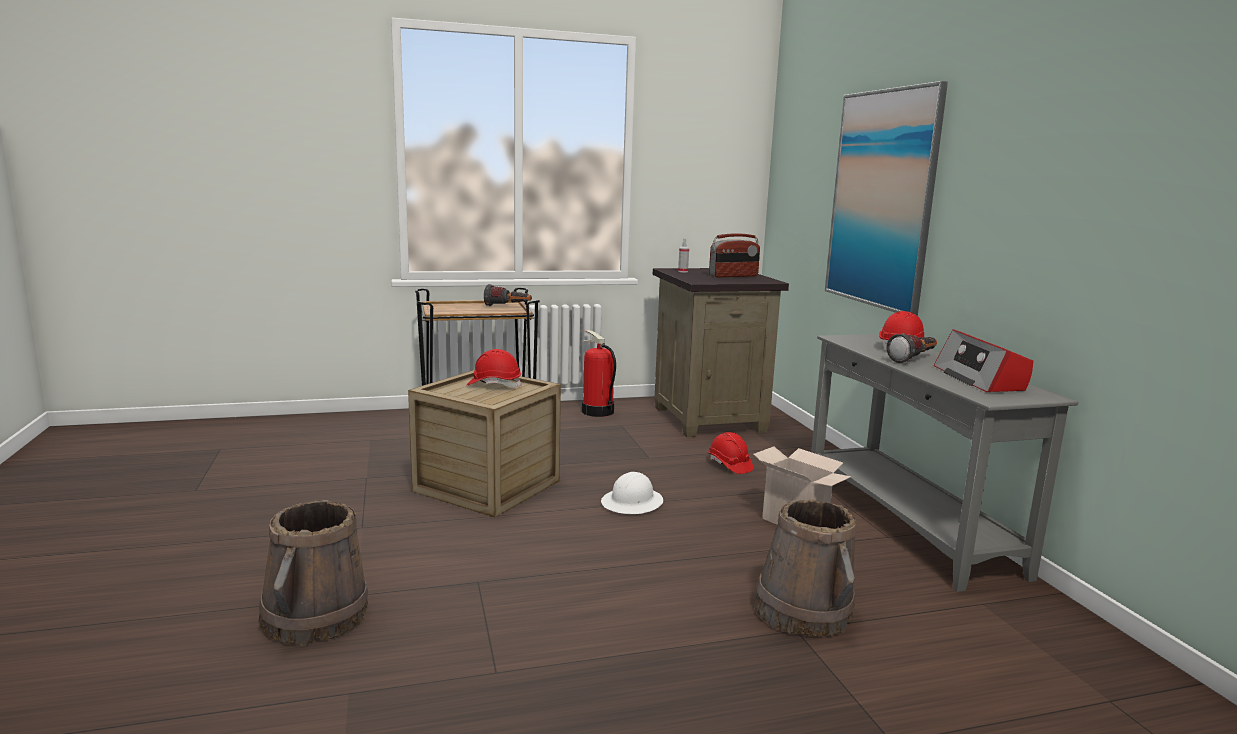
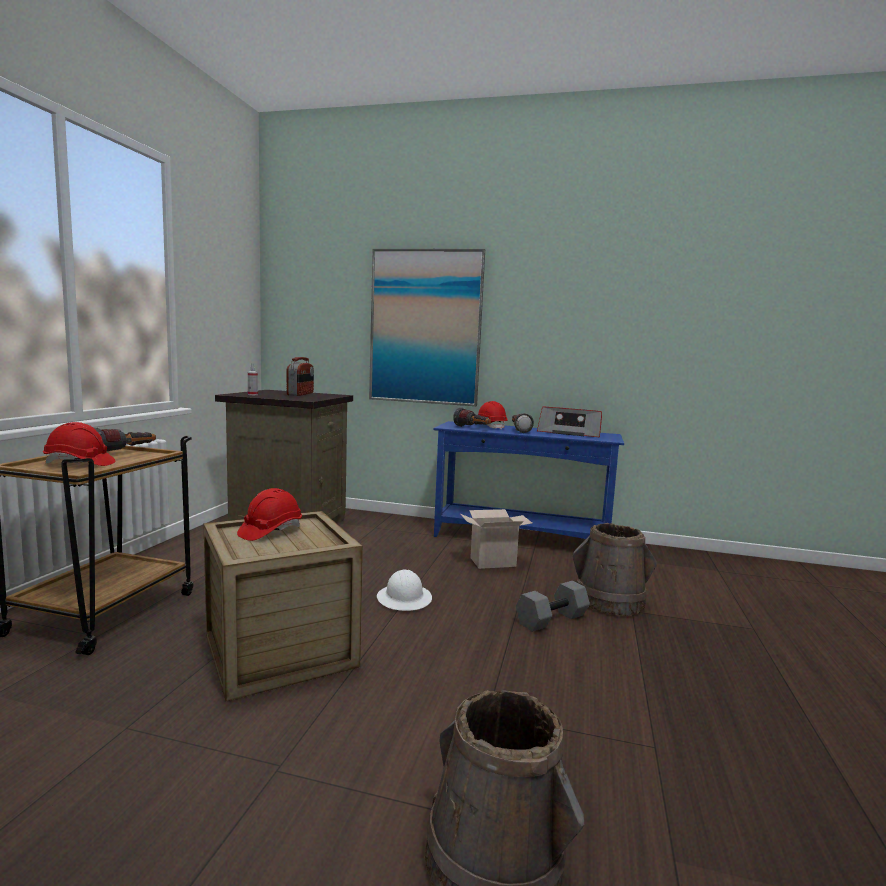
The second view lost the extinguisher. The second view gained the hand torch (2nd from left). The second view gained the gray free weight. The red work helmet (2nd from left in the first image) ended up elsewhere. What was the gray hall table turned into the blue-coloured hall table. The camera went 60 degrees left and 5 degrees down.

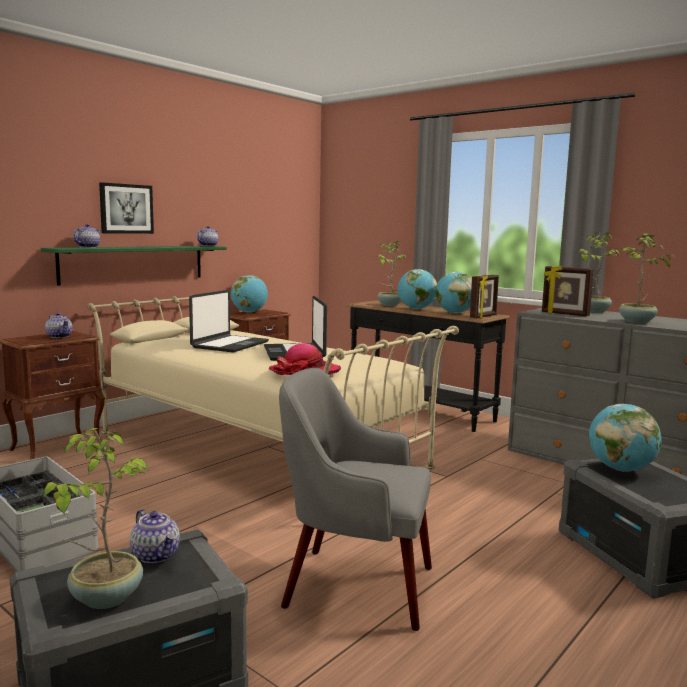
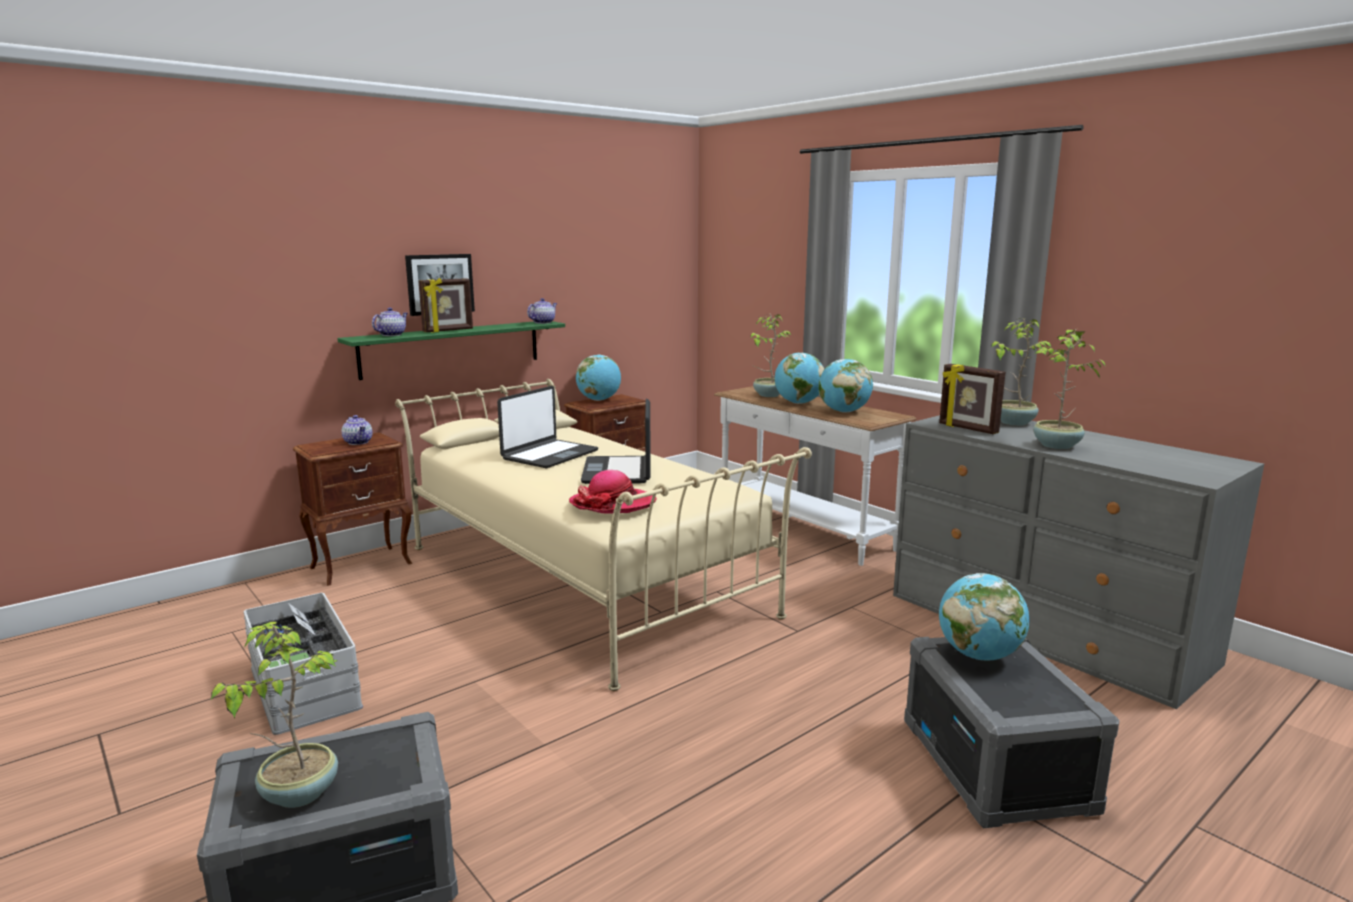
The second view lost the teapot (3rd from left). The second view lost the gray easy chair. The picture frame (1st from left) ended up elsewhere. What was the black hall table turned into the whitish hall table. The camera went 10 degrees right and 5 degrees up.

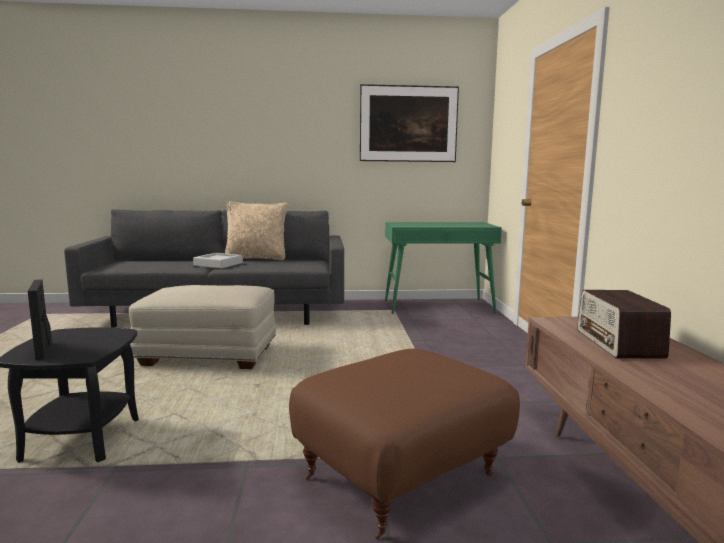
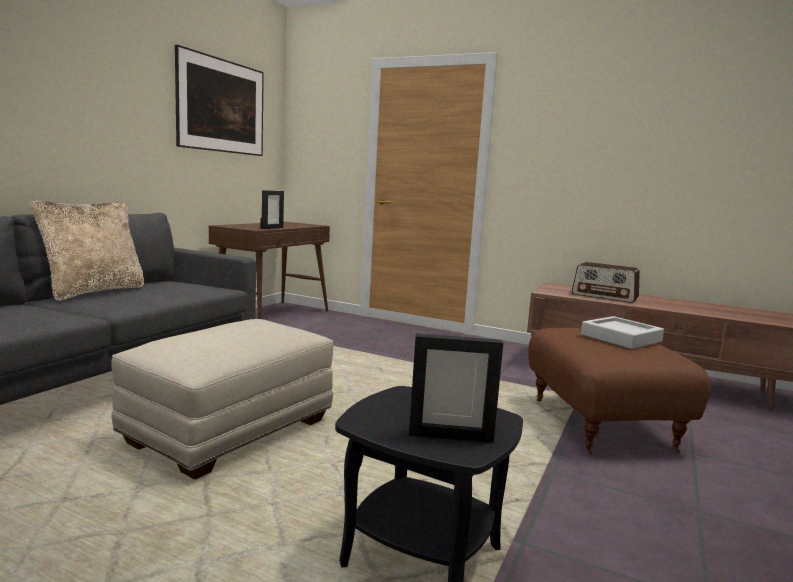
The second view gained the picture frame (1st from left). The gray serving tray ended up elsewhere. What was the green-coloured hall table turned into the brownish hall table. The camera went 60 degrees left and 0 degrees up.

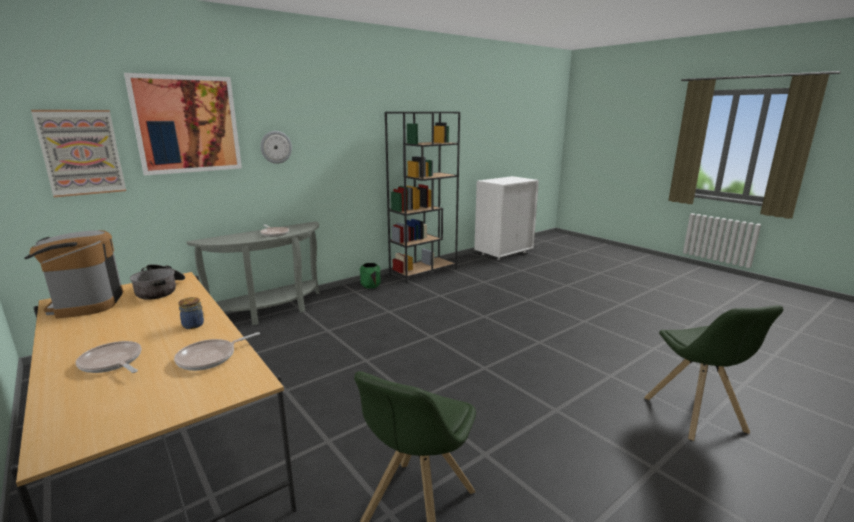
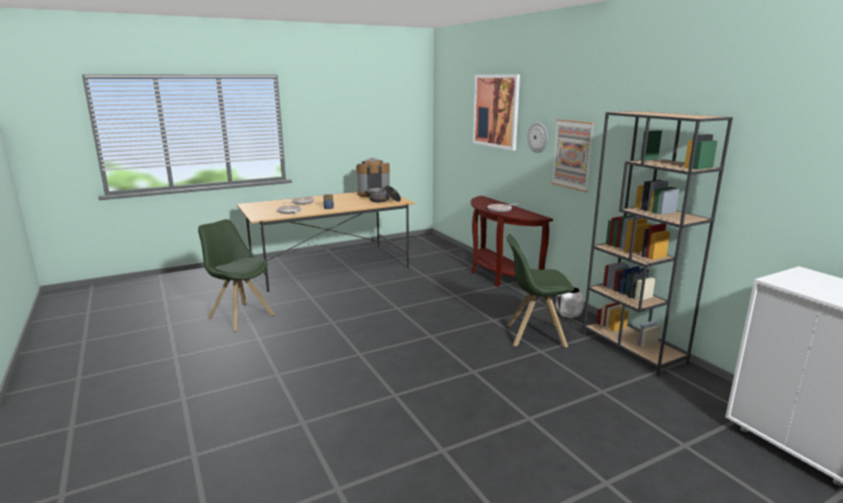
The picture (1st from left in the first image) ended up elsewhere. The green-coloured chair (2nd from left) ended up elsewhere. What was the gray hall table turned into the brownish hall table. What was the green-coloured planter turned into the whitish planter. The camera went 100 degrees right and 0 degrees up.

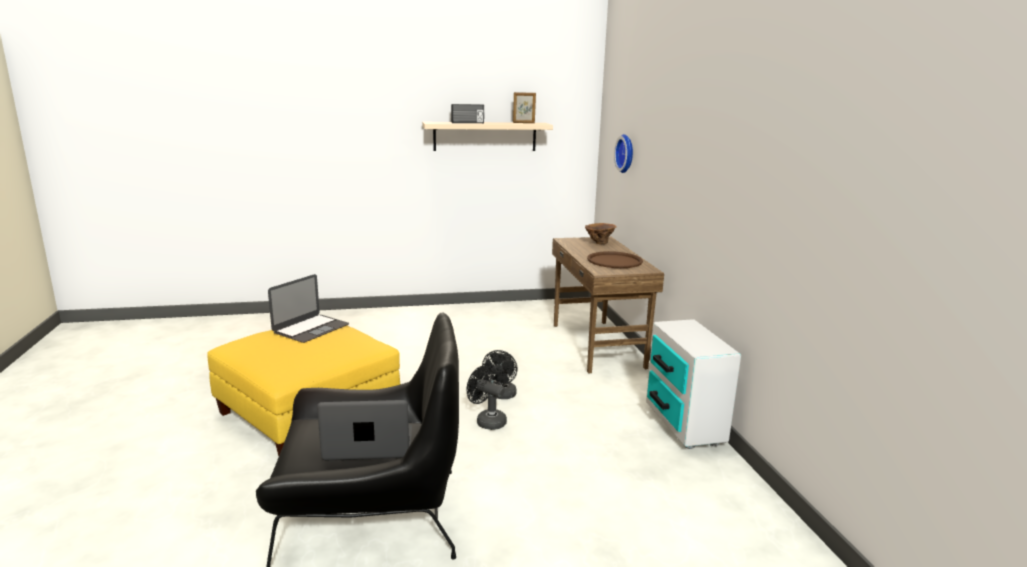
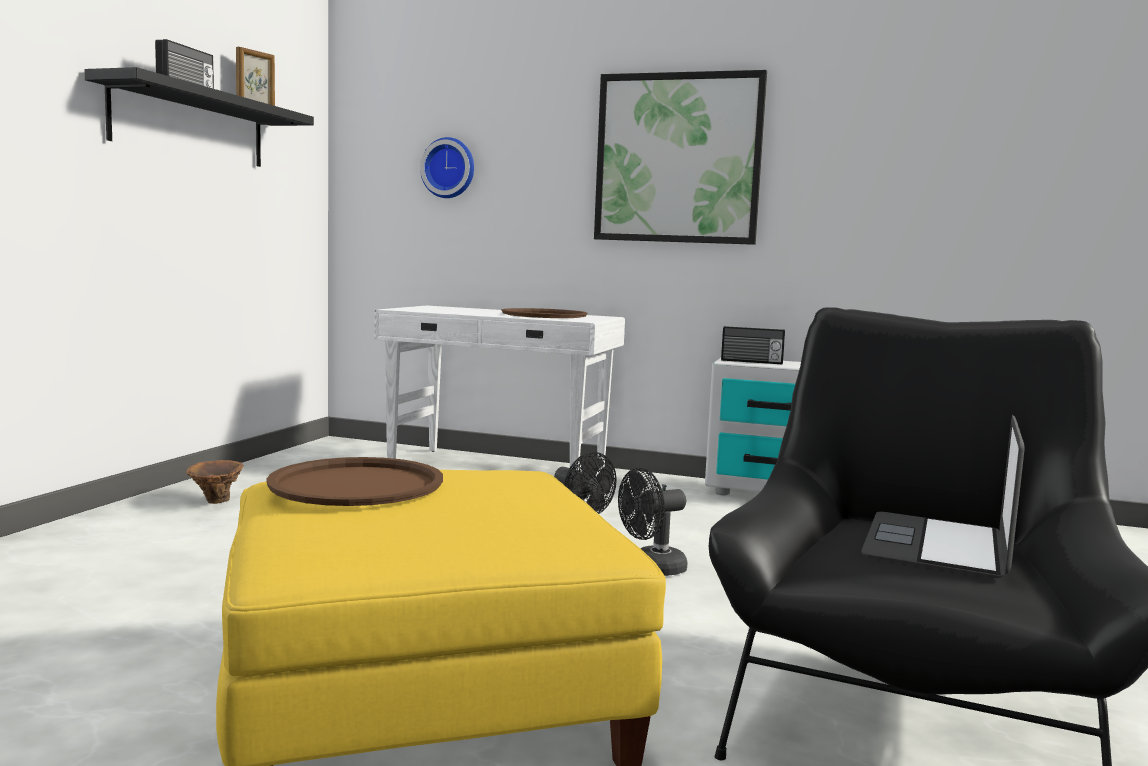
The second view gained the picture. The second view gained the radio (2nd from left). The brownish flower vase ended up elsewhere. Where the notebook computer (1st from left) stood, the brownish serving tray (1st from left) came to stand. What was the beige-coloured wall shelf turned into the black wall shelf. What was the brownish hall table turned into the whitish hall table. The camera went 60 degrees left and 10 degrees down.

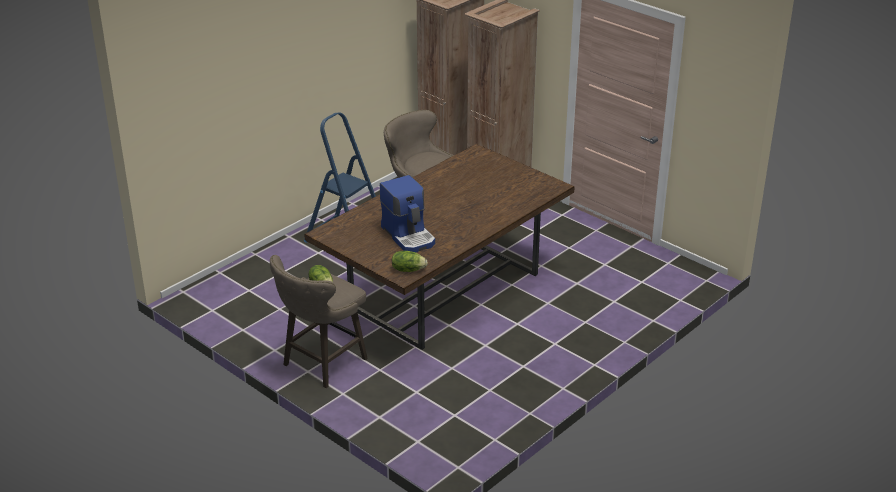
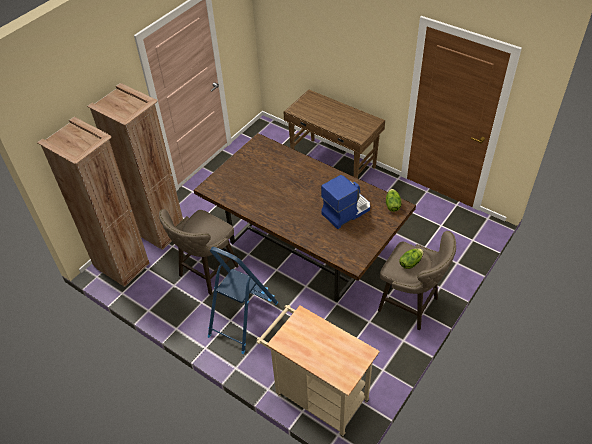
The second view gained the beige-coloured wheeled cart. The second view gained the brownish hall table. The camera went 95 degrees left and 15 degrees up.

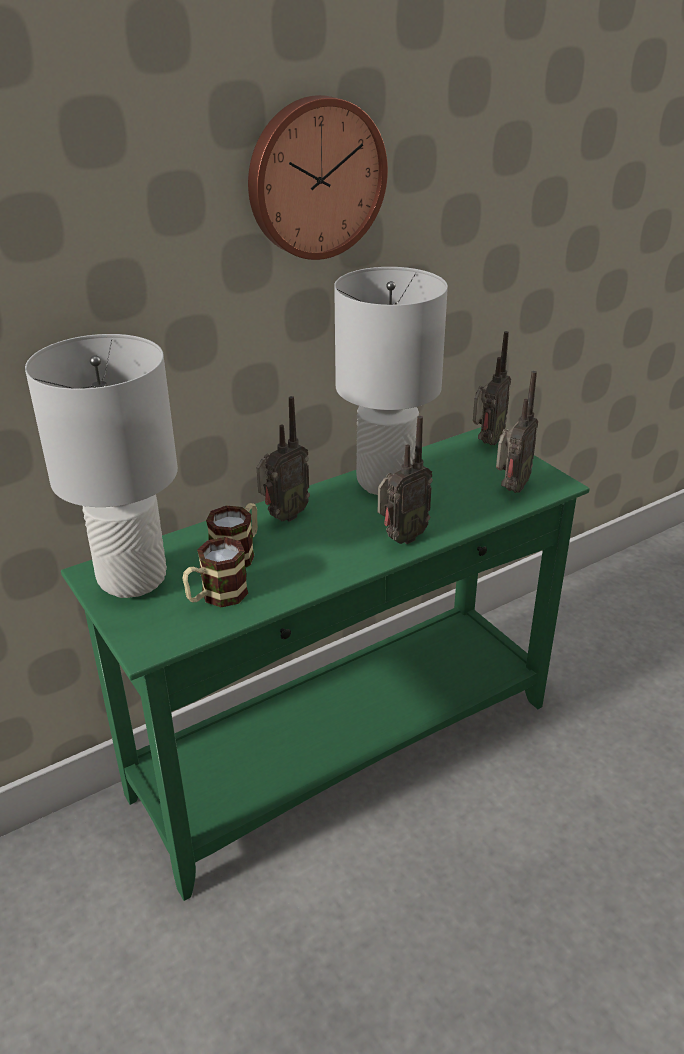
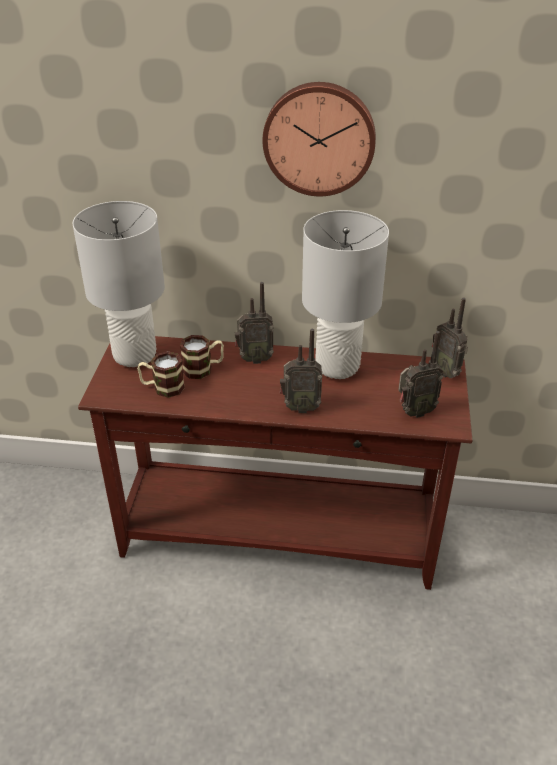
What was the green-coloured hall table turned into the brownish hall table. The radio (3rd from left in the first image) ended up facing another way, 75 degrees clockwise from before. The camera went 40 degrees right and 5 degrees up.

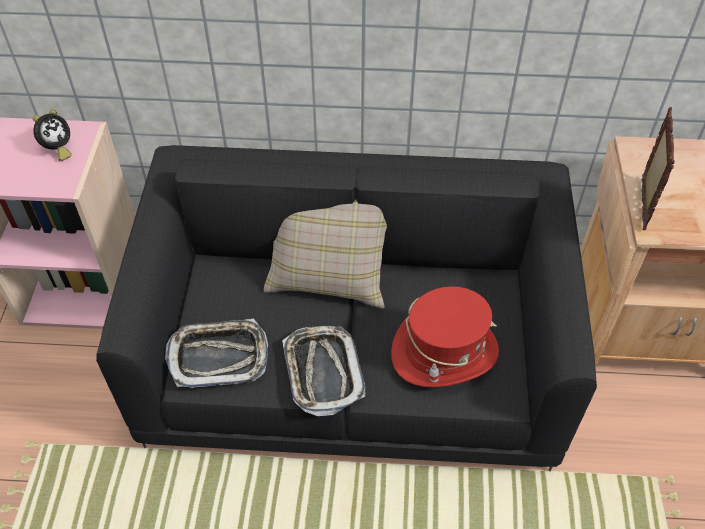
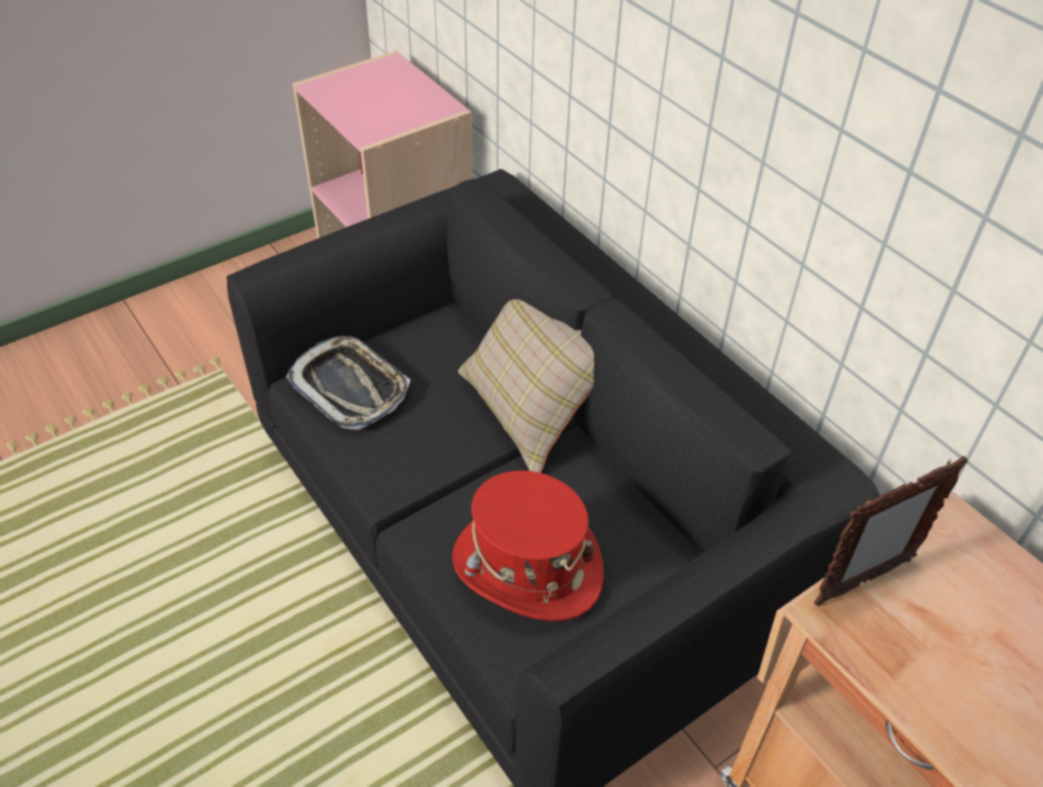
The second view lost the alarm clock. The second view lost the serving tray (2nd from left). The camera went 50 degrees right and 5 degrees down.

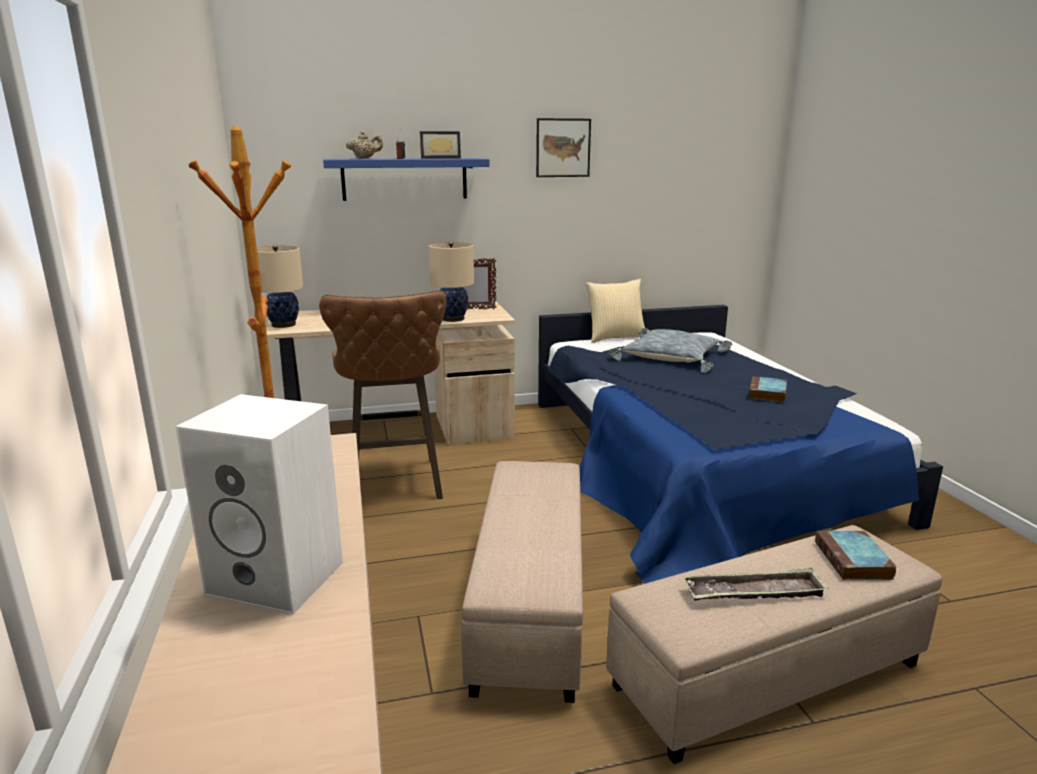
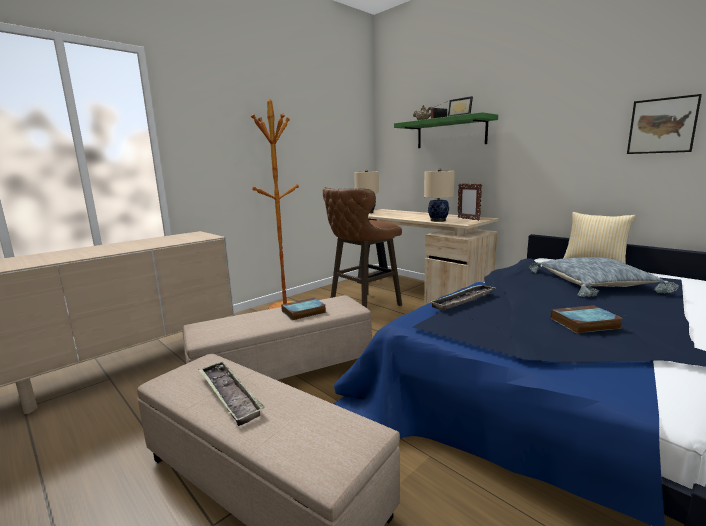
The second view lost the whitish speaker. The second view gained the serving tray (2nd from left). The picture ended up elsewhere. The bound book (2nd from left in the first image) ended up elsewhere. What was the blue-coloured wall shelf turned into the green-coloured wall shelf. The camera went 60 degrees right and 5 degrees down.

